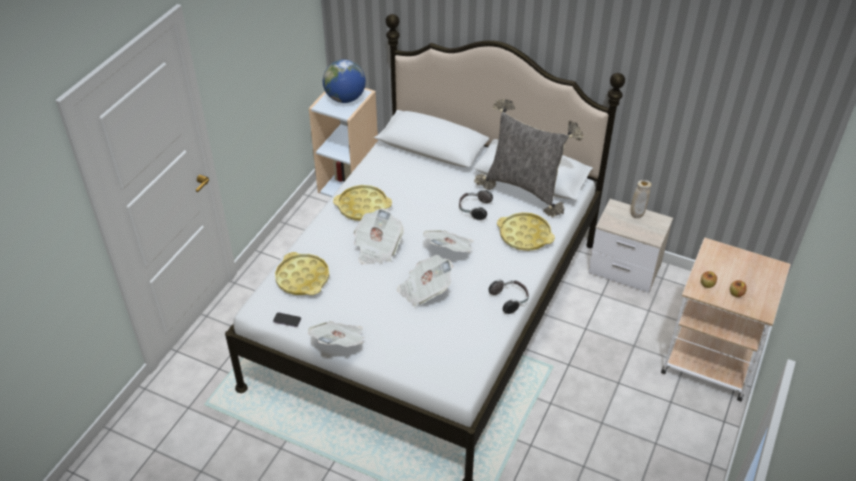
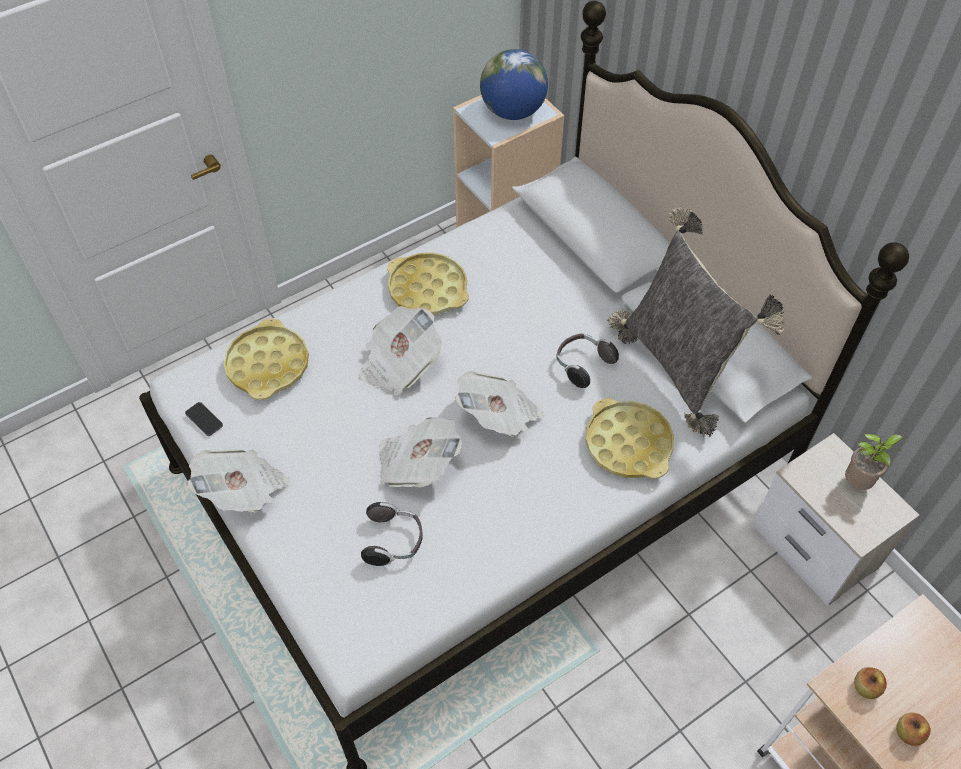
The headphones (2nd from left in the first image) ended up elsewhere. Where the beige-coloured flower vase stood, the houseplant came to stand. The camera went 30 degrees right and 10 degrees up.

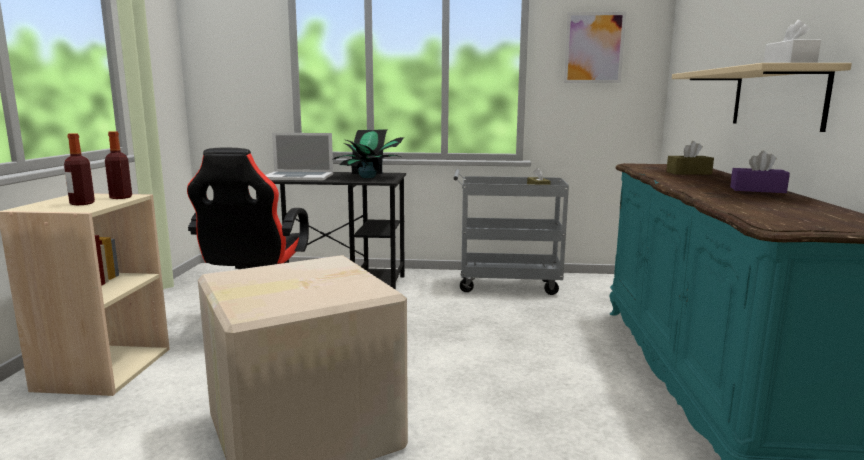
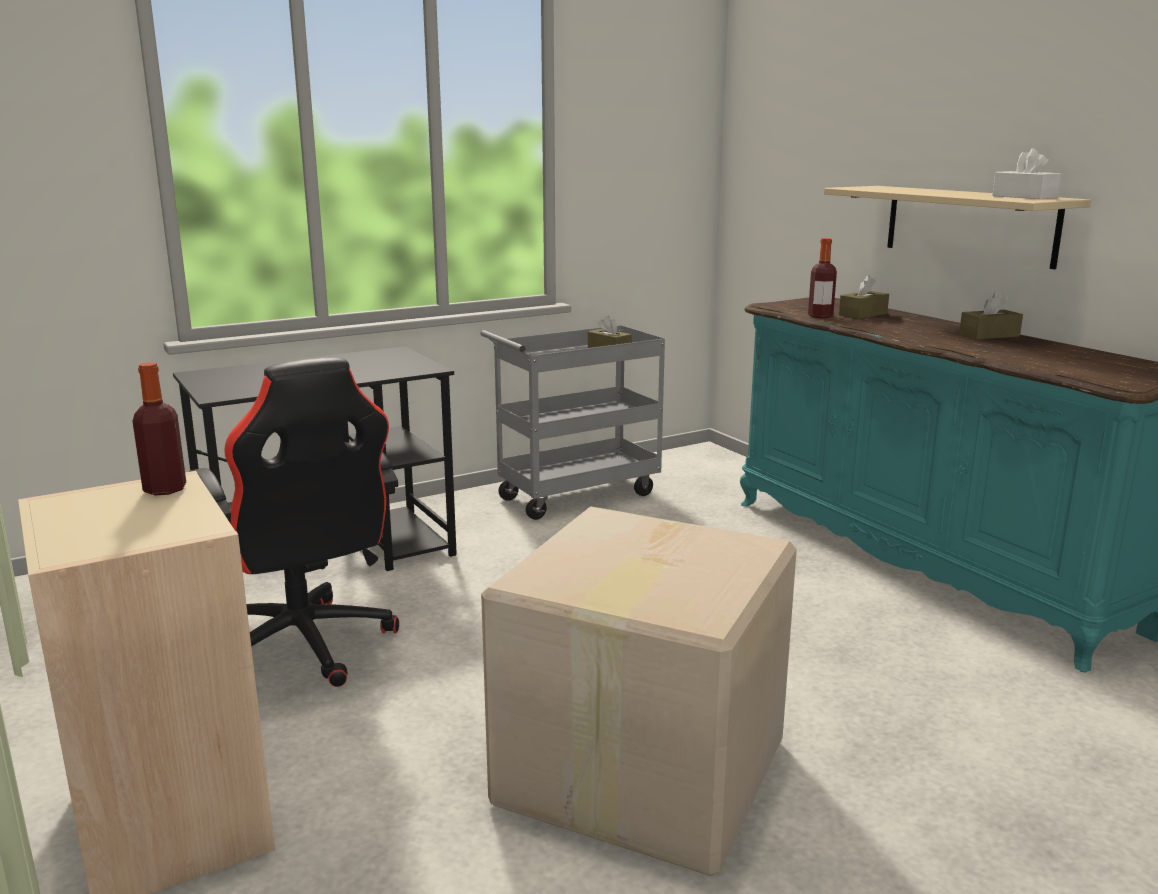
The second view lost the notebook computer. The second view lost the houseplant. The second view lost the picture. The beverage bottle (1st from left in the first image) ended up elsewhere. What was the purplish tissue box turned into the brownish tissue box (3rd from left). The camera went 35 degrees left and 5 degrees up.

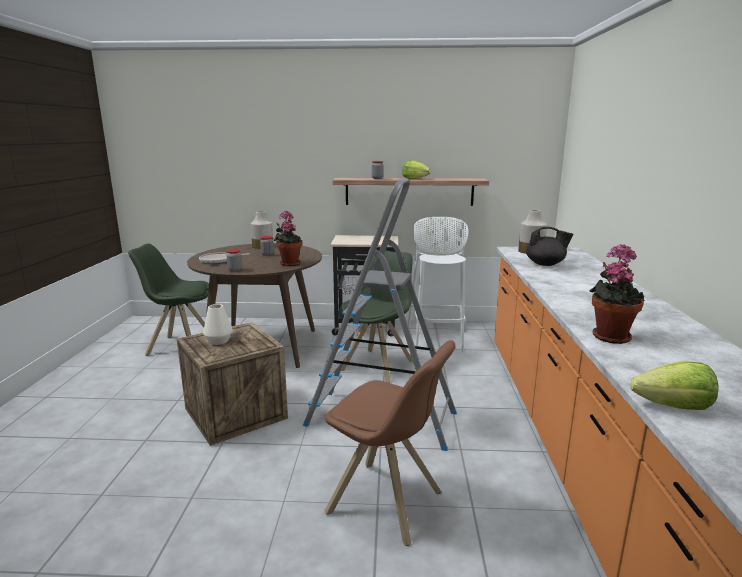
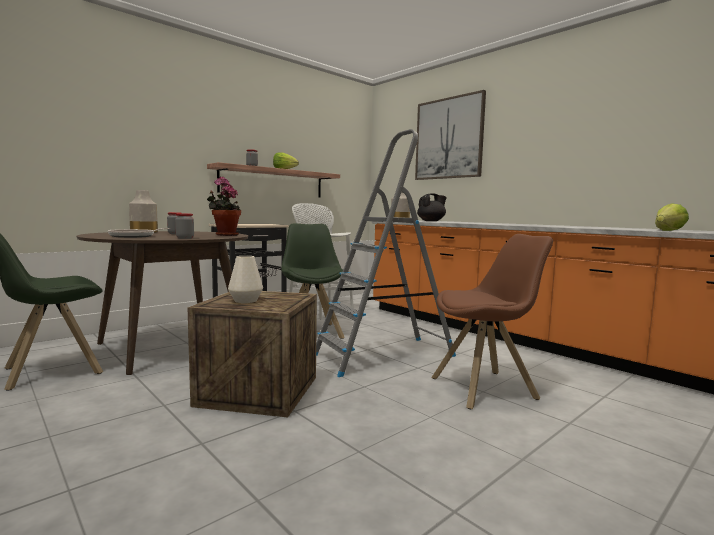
The second view lost the houseplant (2nd from left). The second view gained the picture. The camera went 45 degrees left and 10 degrees down.

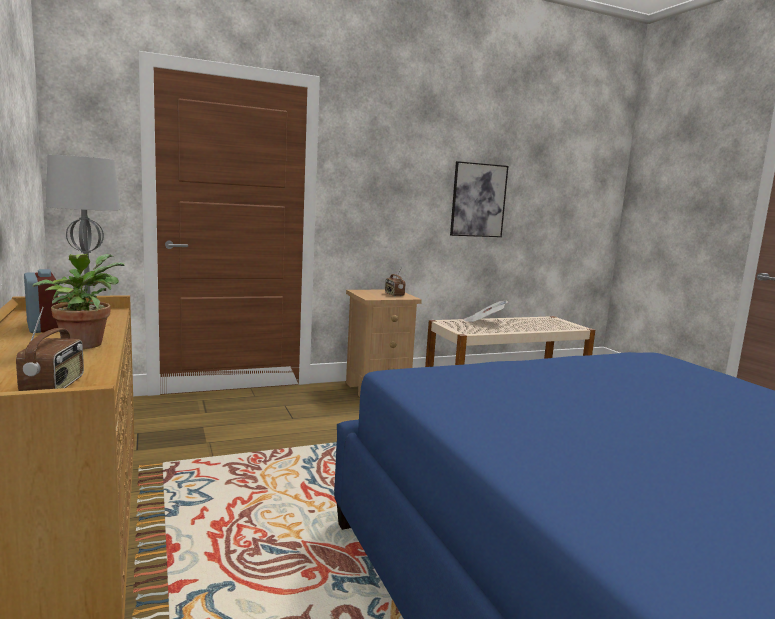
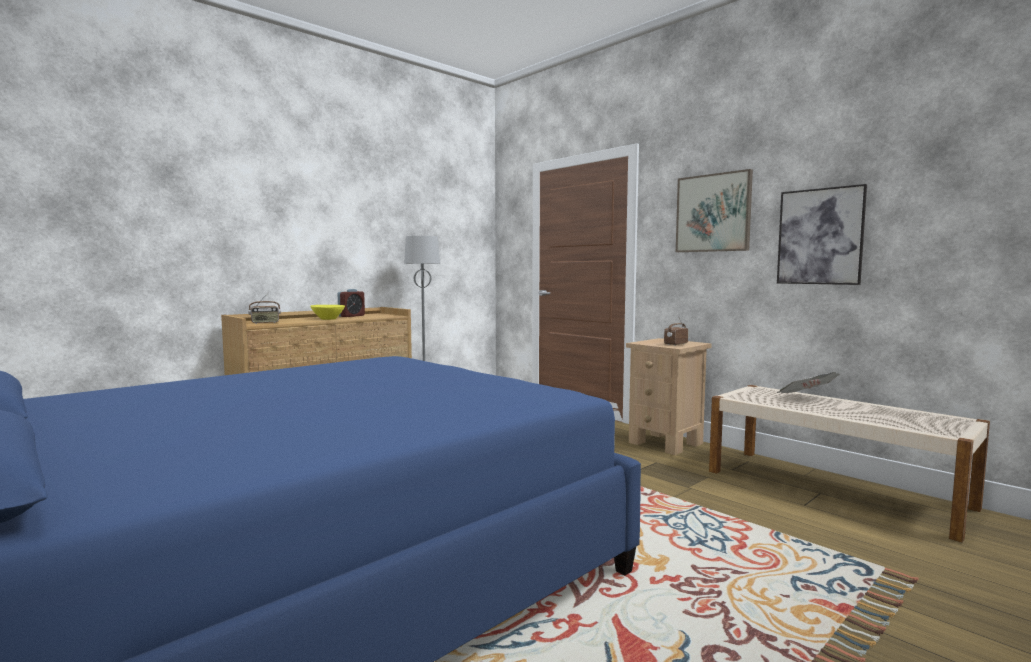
The second view gained the picture (1st from left). Where the houseplant stood, the yellowish bowl came to stand. The camera went 70 degrees right and 5 degrees down.

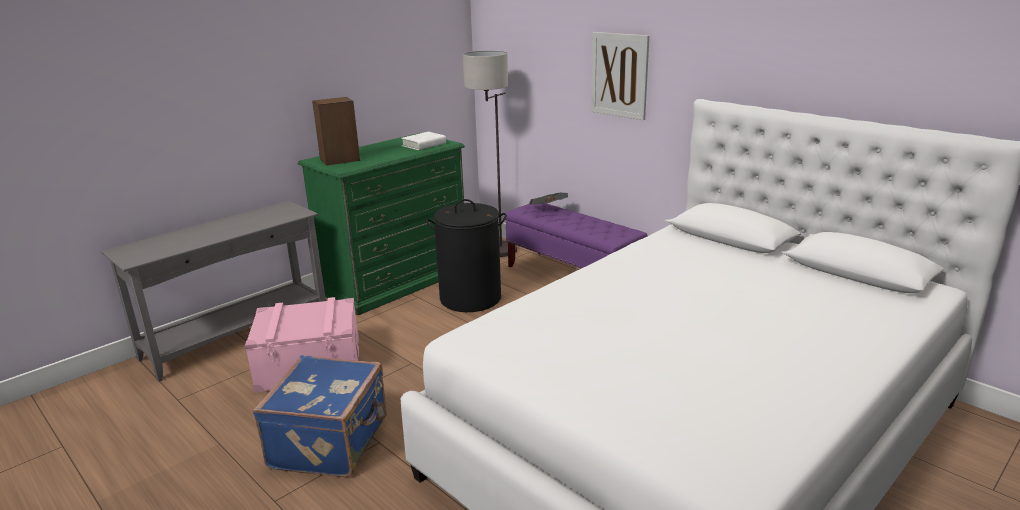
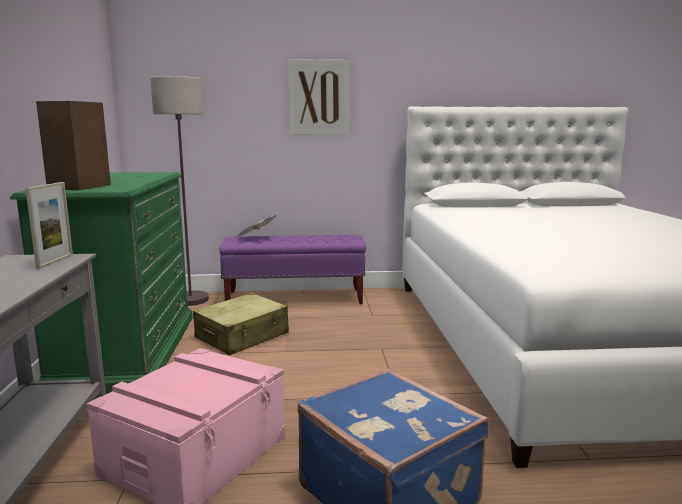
The second view lost the whitish bound book. The second view gained the picture frame. Where the black washing basket stood, the beige-coloured piece of luggage came to stand. The camera went 50 degrees left and 10 degrees down.

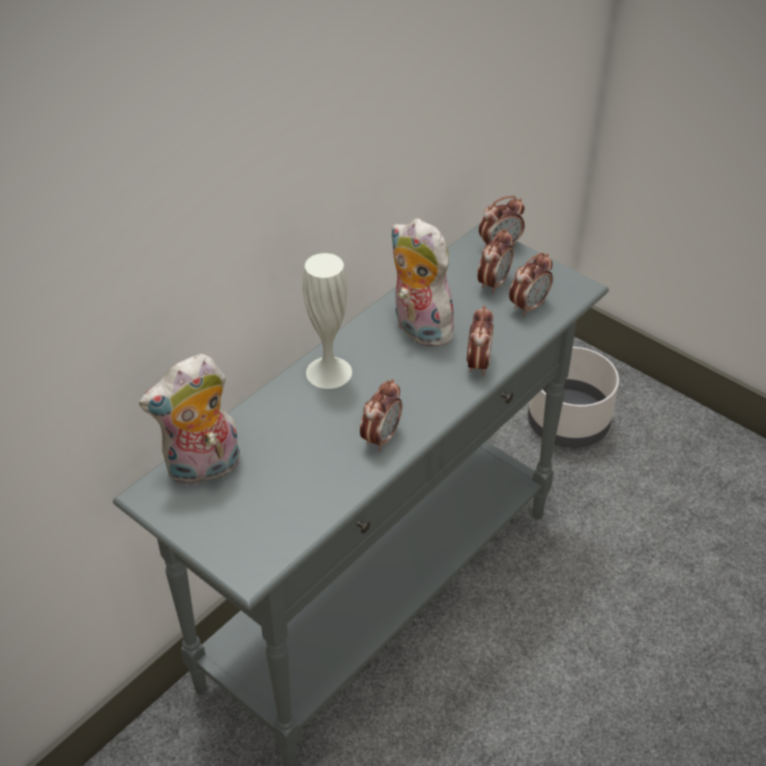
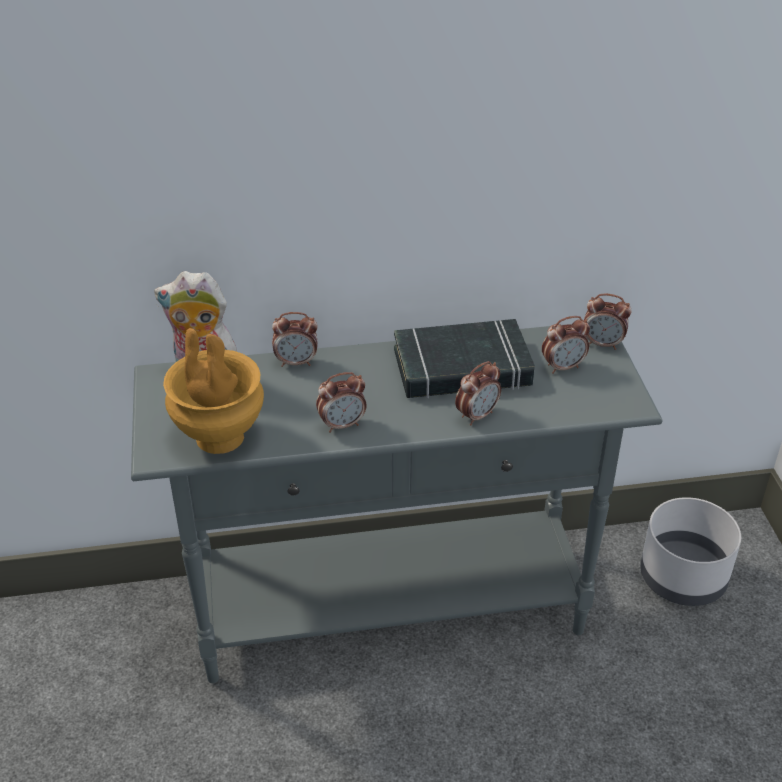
The second view lost the whitish flower vase. The second view gained the brownish flower vase. The alarm clock (5th from left in the first image) ended up elsewhere. Where the cuddly toy (2nd from left) stood, the black bound book came to stand. The camera went 40 degrees right and 5 degrees down.

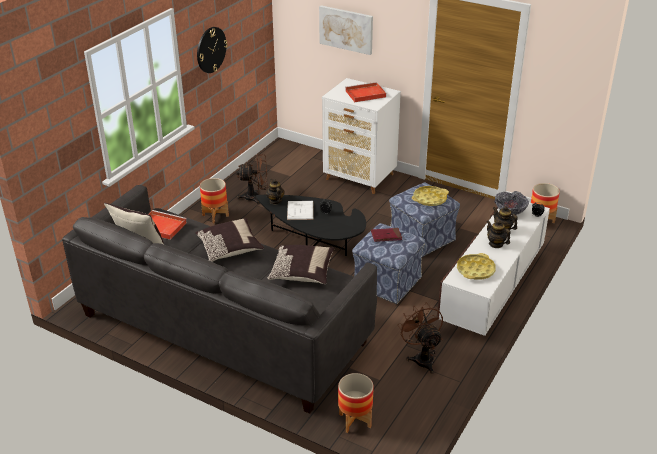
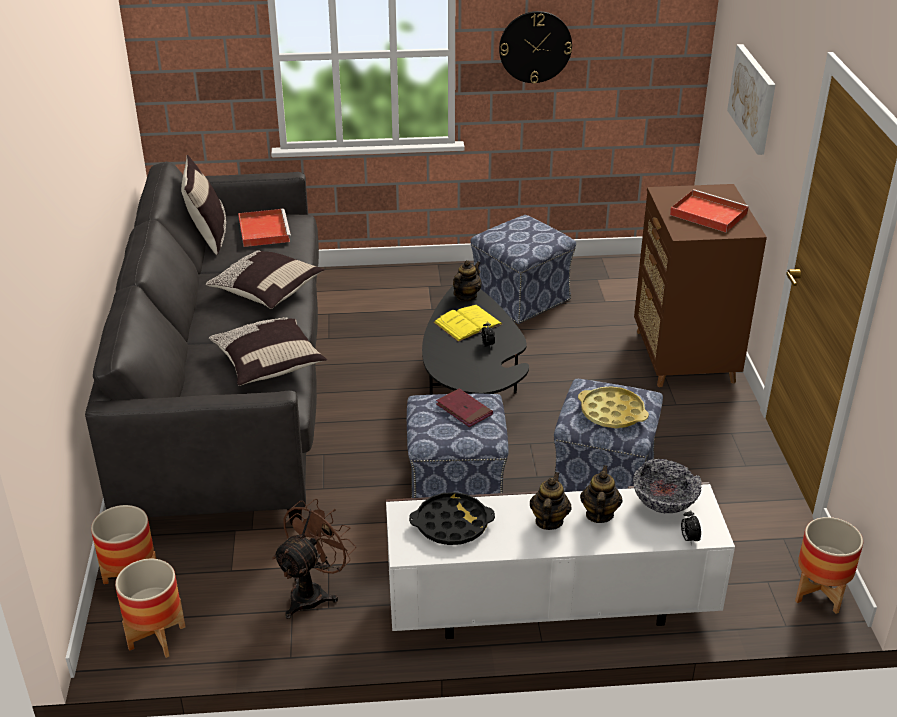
The planter (1st from left in the first image) ended up elsewhere. Where the brownish cooling fan (1st from left) stood, the footrest (2nd from left) came to stand. What was the whitish bound book turned into the yellowish bound book. What was the whitish chest of drawers turned into the brownish chest of drawers. What was the yellowish serving tray (2nd from left) turned into the black serving tray. The camera went 55 degrees right and 0 degrees up.

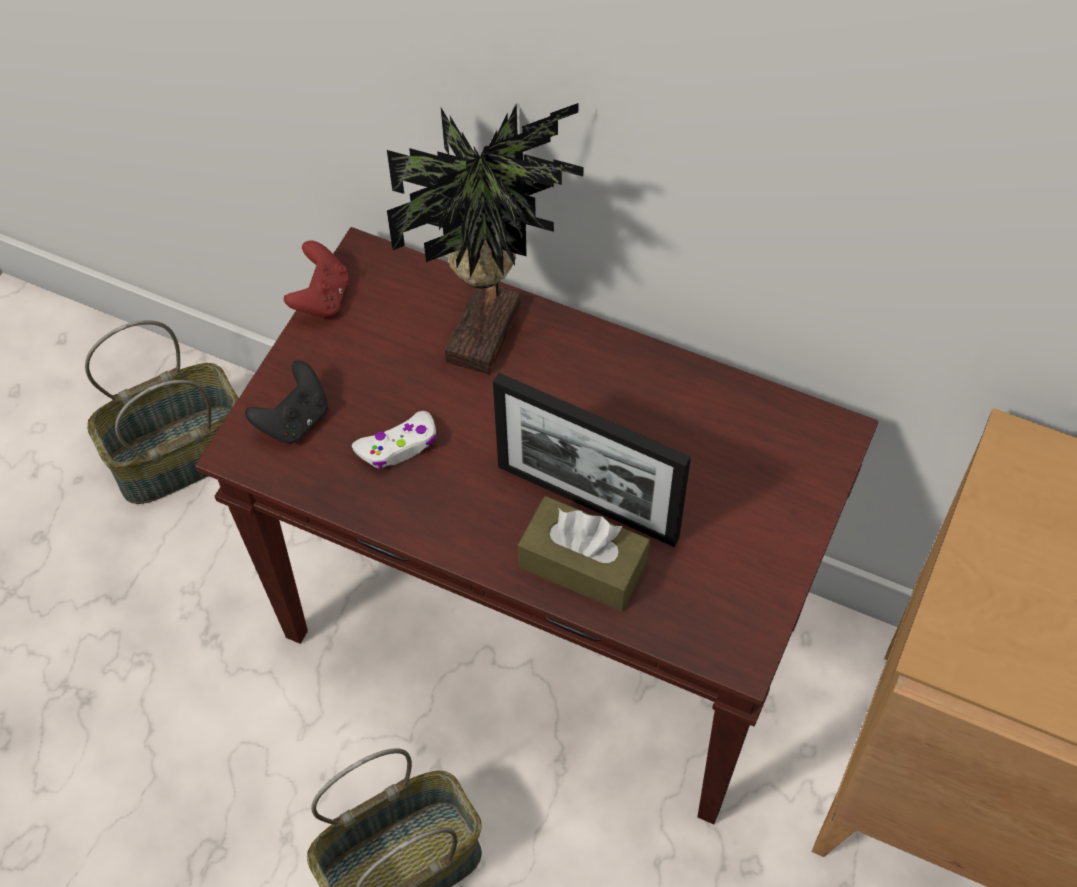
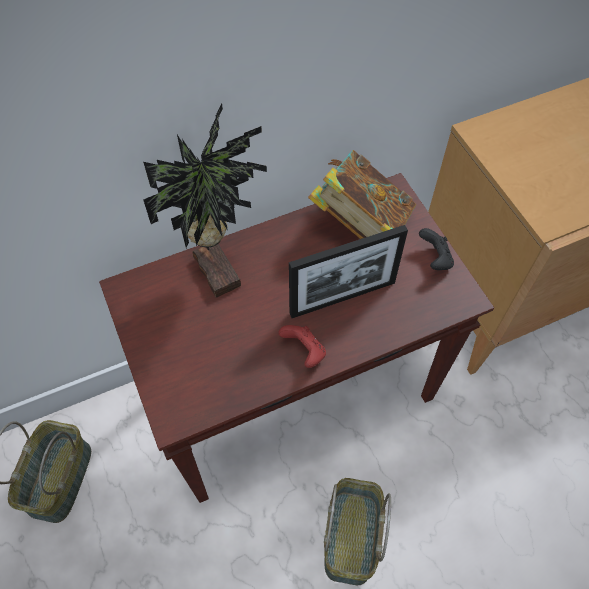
The second view lost the whitish joypad. The second view lost the brownish tissue box. The second view gained the bound book. The black joypad ended up elsewhere. The red joypad ended up elsewhere. The camera went 50 degrees left and 0 degrees up.

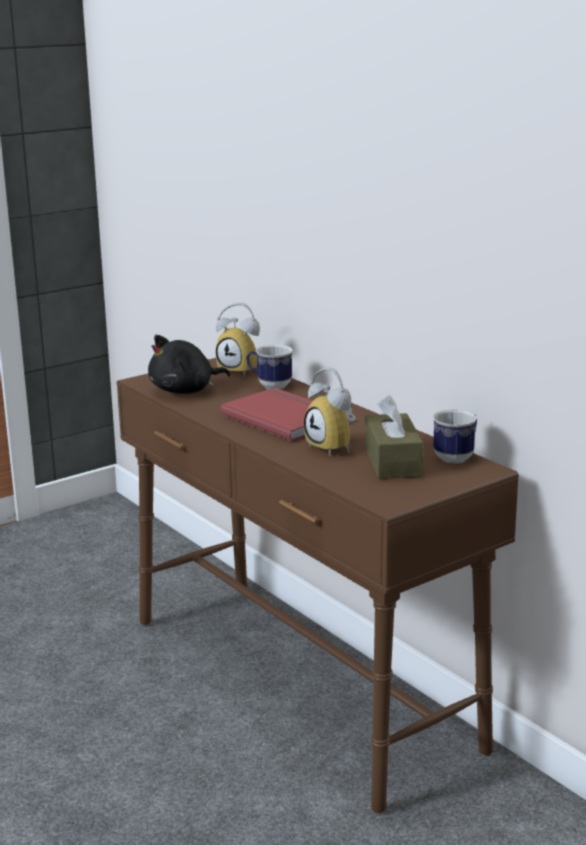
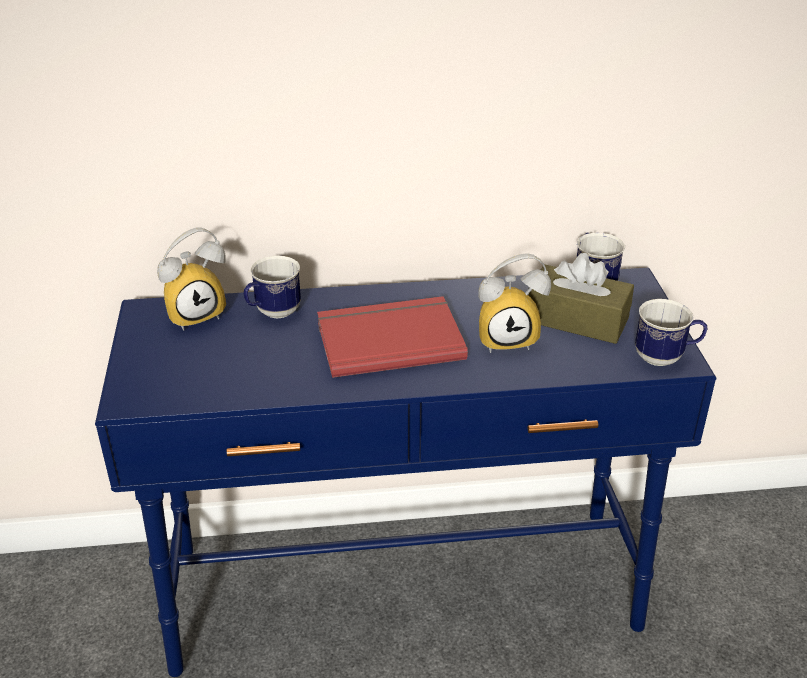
The second view lost the black cuddly toy. The second view gained the mug (3rd from left). What was the brownish hall table turned into the blue-coloured hall table. The camera went 60 degrees left and 15 degrees up.

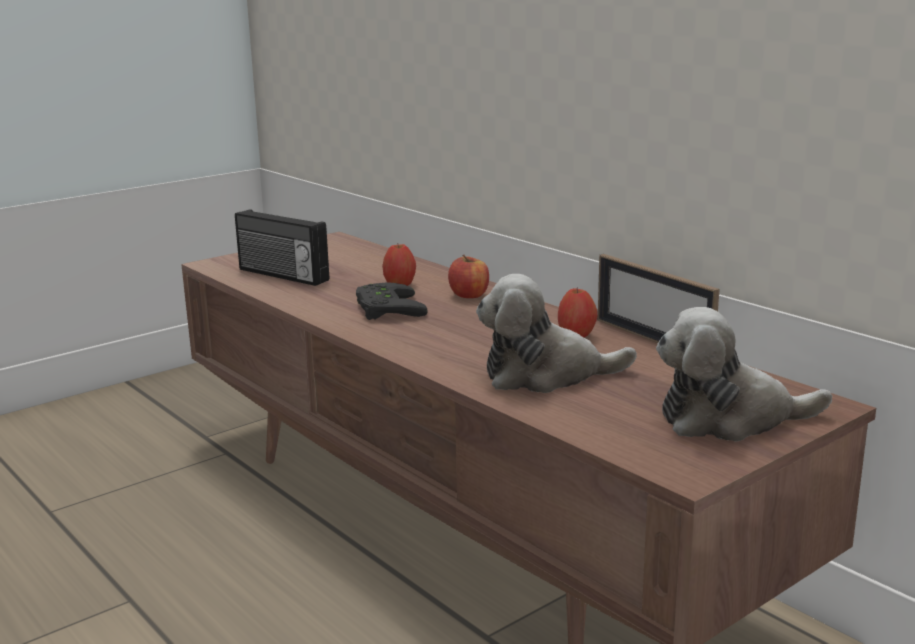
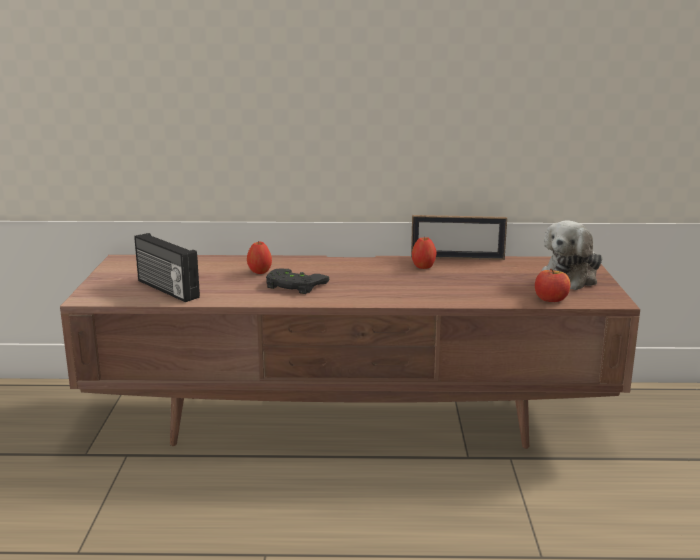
The second view lost the cuddly toy (1st from left). The whole apple (2nd from left in the first image) ended up elsewhere. The radio ended up facing another way, 60 degrees clockwise from before. The camera went 50 degrees left and 0 degrees up.

